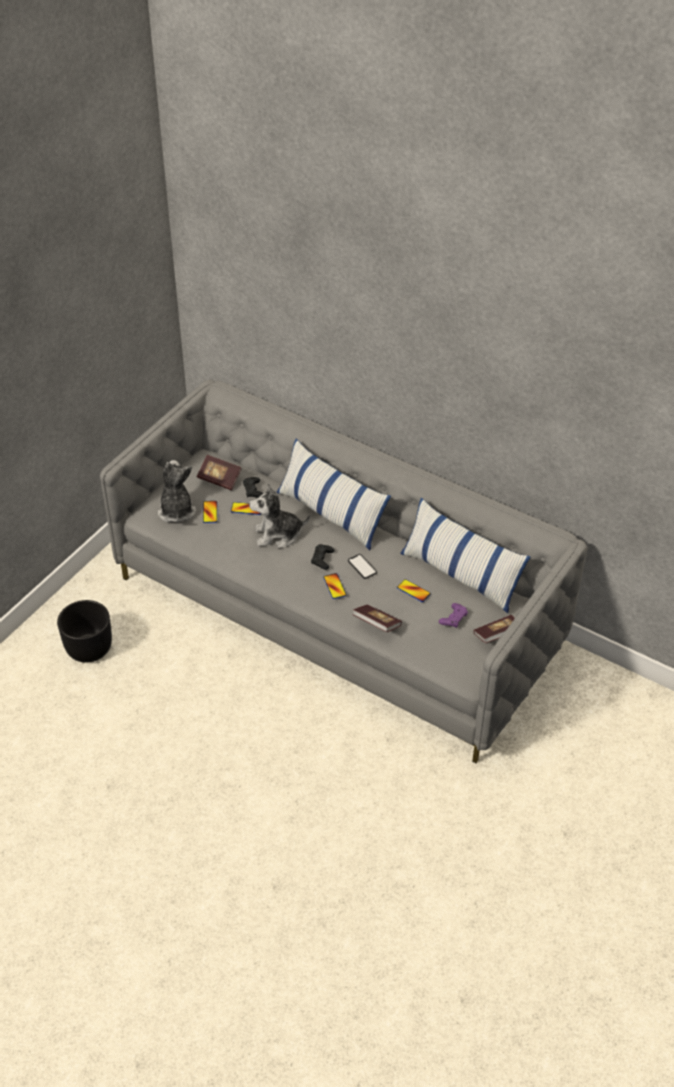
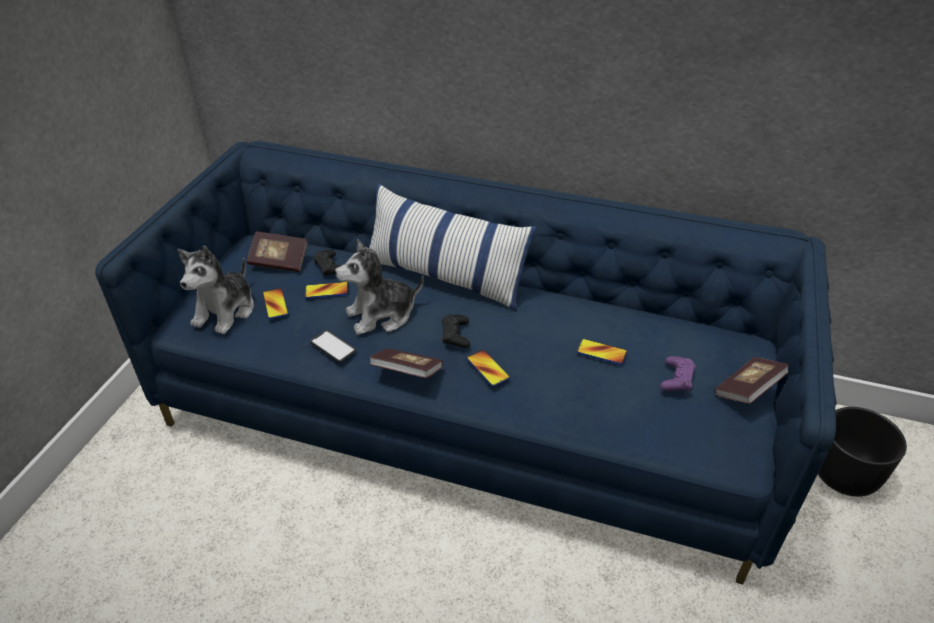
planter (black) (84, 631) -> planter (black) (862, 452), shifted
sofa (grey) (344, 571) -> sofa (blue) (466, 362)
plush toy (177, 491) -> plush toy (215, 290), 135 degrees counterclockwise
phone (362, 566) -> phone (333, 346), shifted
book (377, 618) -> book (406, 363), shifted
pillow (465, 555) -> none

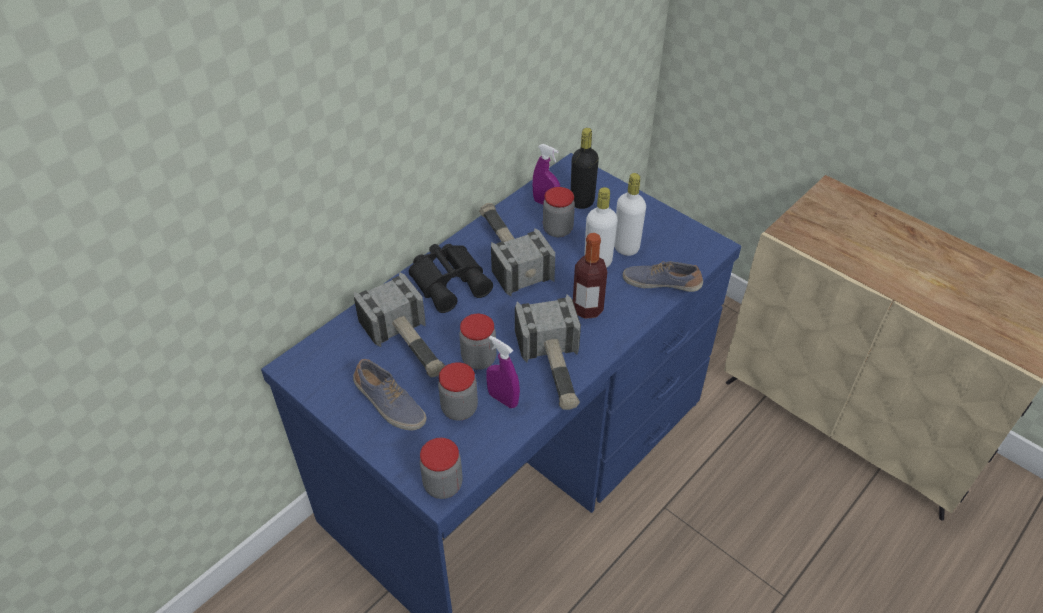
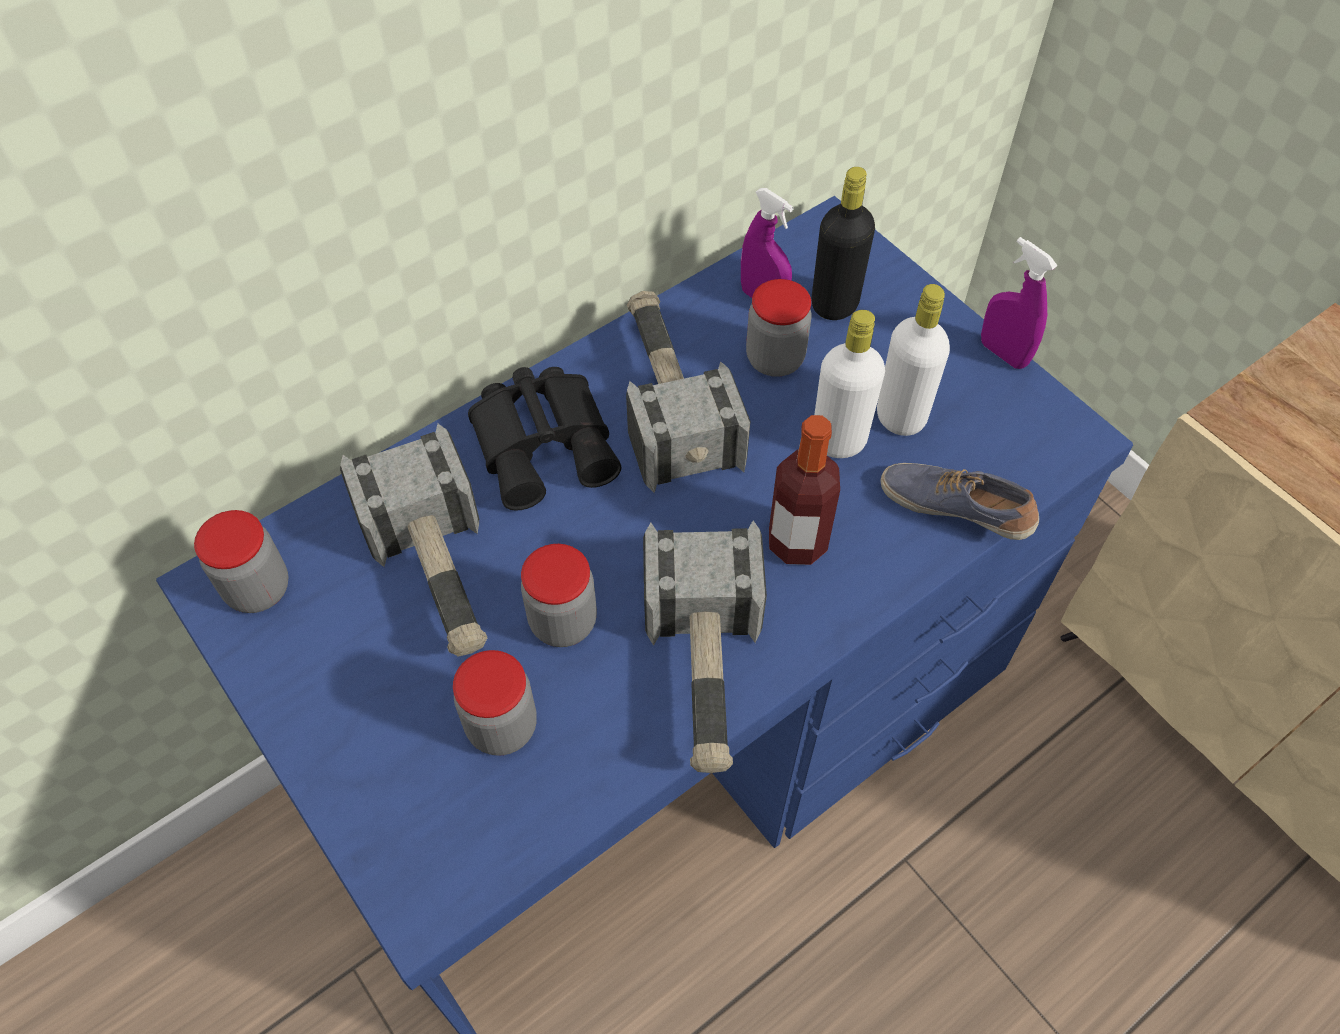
shoe (390, 394) -> none
jar (441, 468) -> jar (241, 561), shifted
spray bottle (purple) (503, 372) -> spray bottle (purple) (1019, 303), shifted

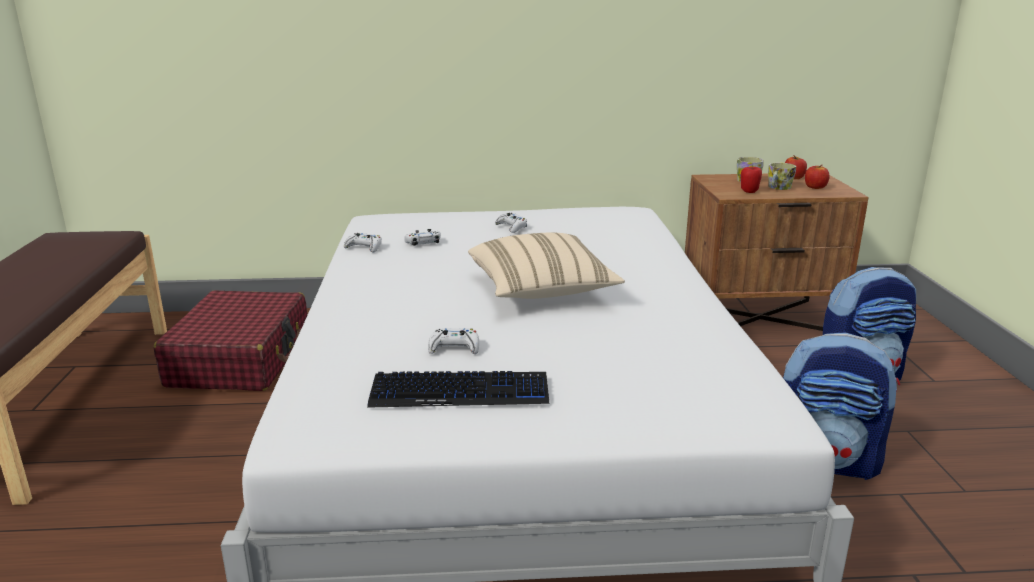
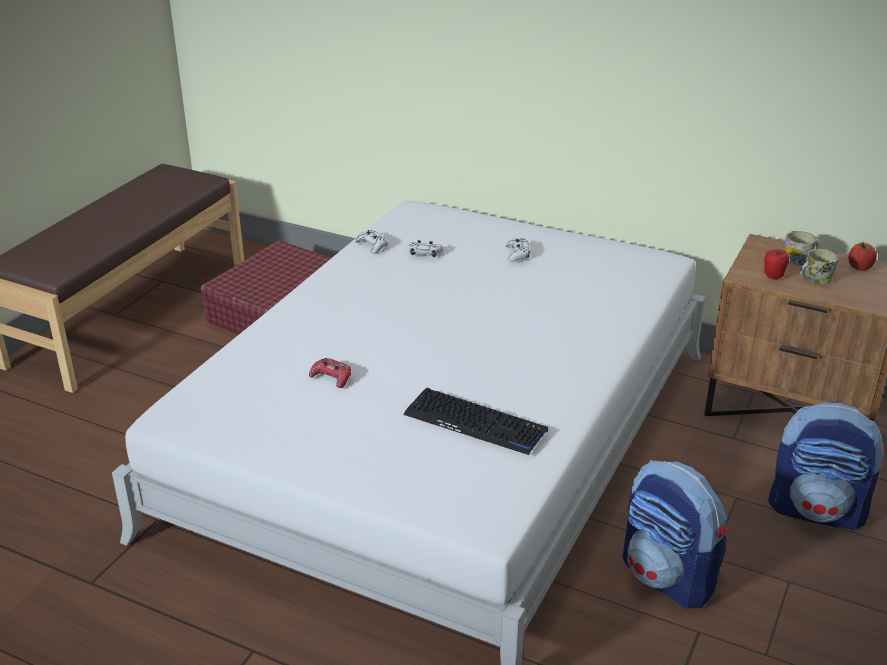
keyboard (458, 389) -> keyboard (475, 421), shifted
game controller (white) (453, 341) -> game controller (red) (330, 373)
pillow (beige) (546, 265) -> none
apple (817, 176) -> none

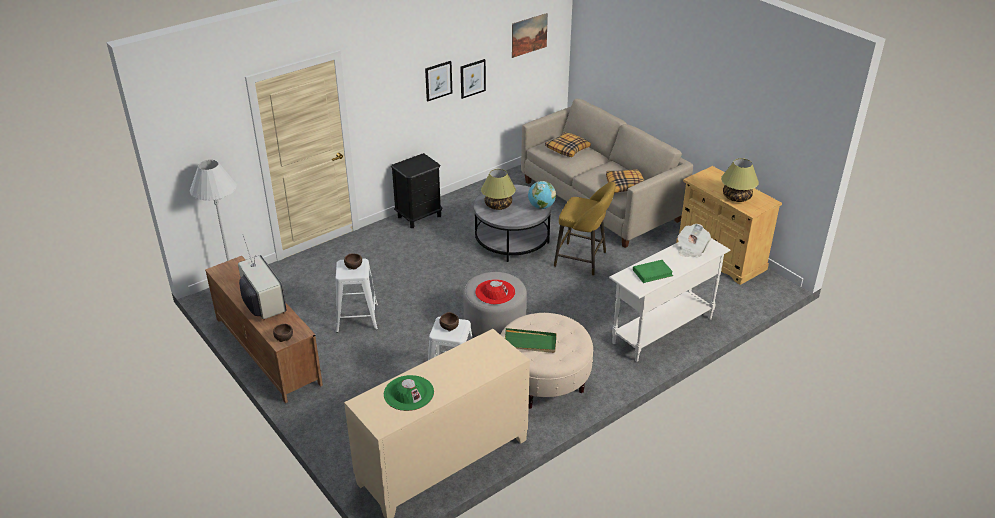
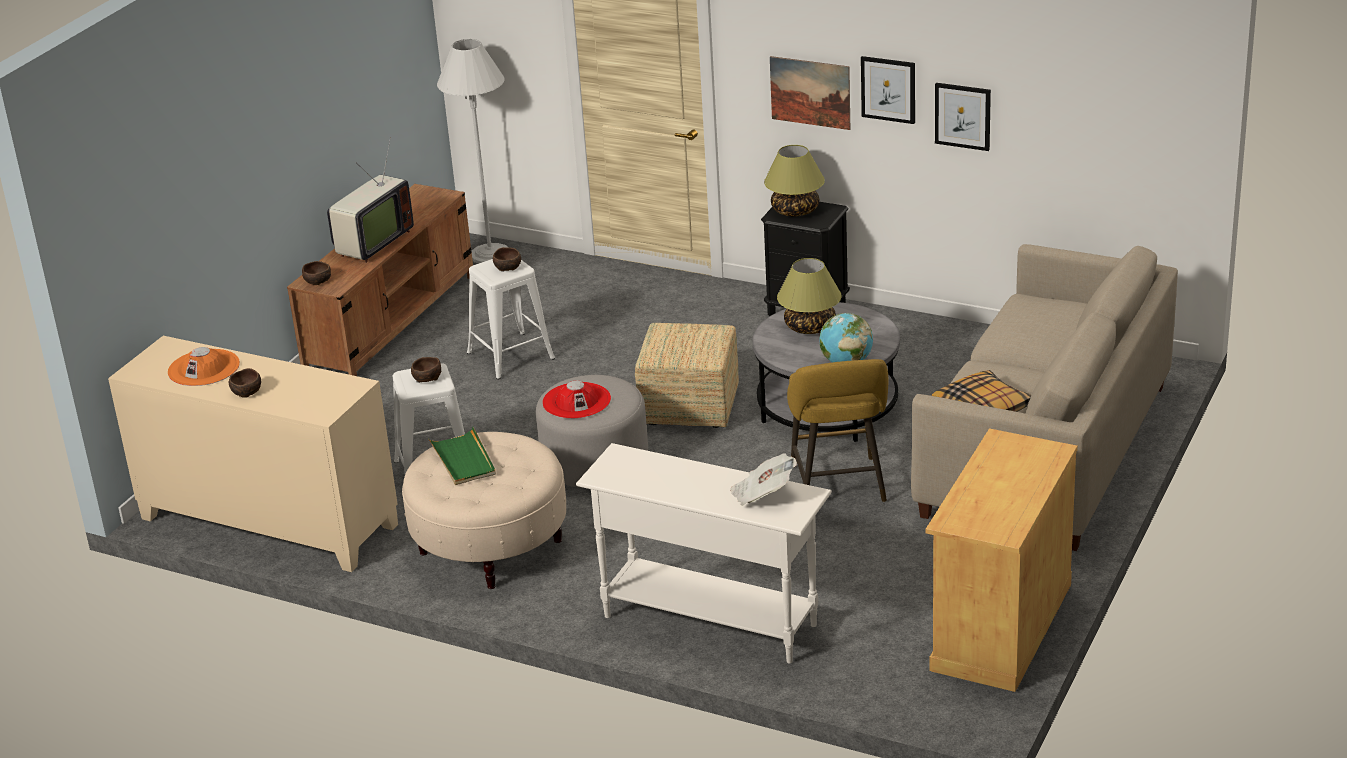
hat (green) (409, 393) -> hat (orange) (204, 366)
picture (530, 35) -> picture (810, 93), shifted
pillow (568, 144) -> none
book (green) (653, 271) -> none
table lamp (740, 180) -> table lamp (794, 180), shifted
none -> bowl (brown) (245, 383)
none -> ottoman (687, 375)

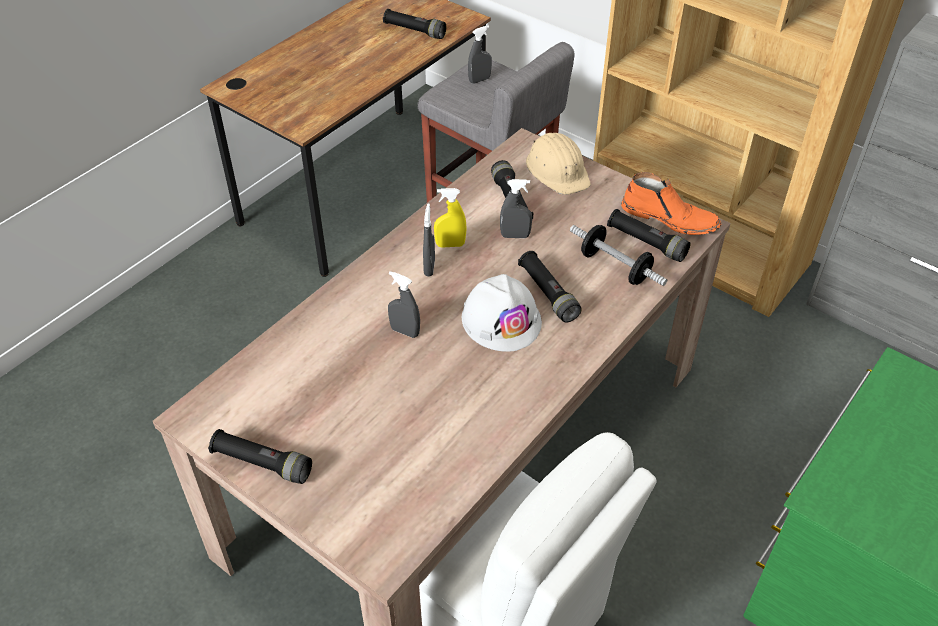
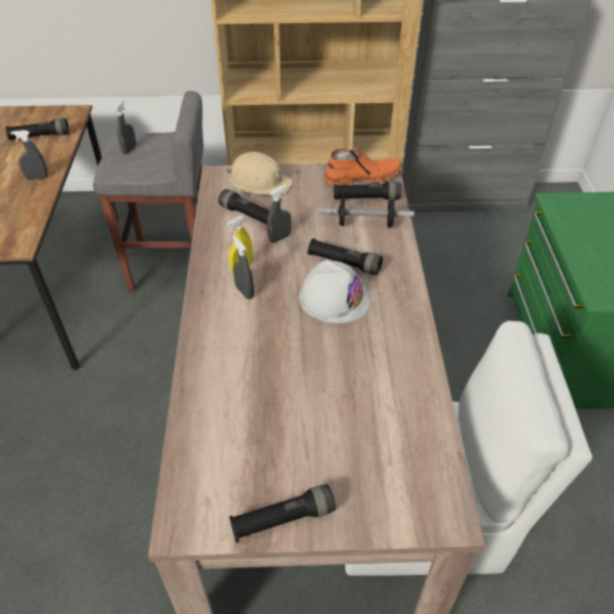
spray bottle (grey) (404, 304) -> spray bottle (grey) (29, 155), shifted

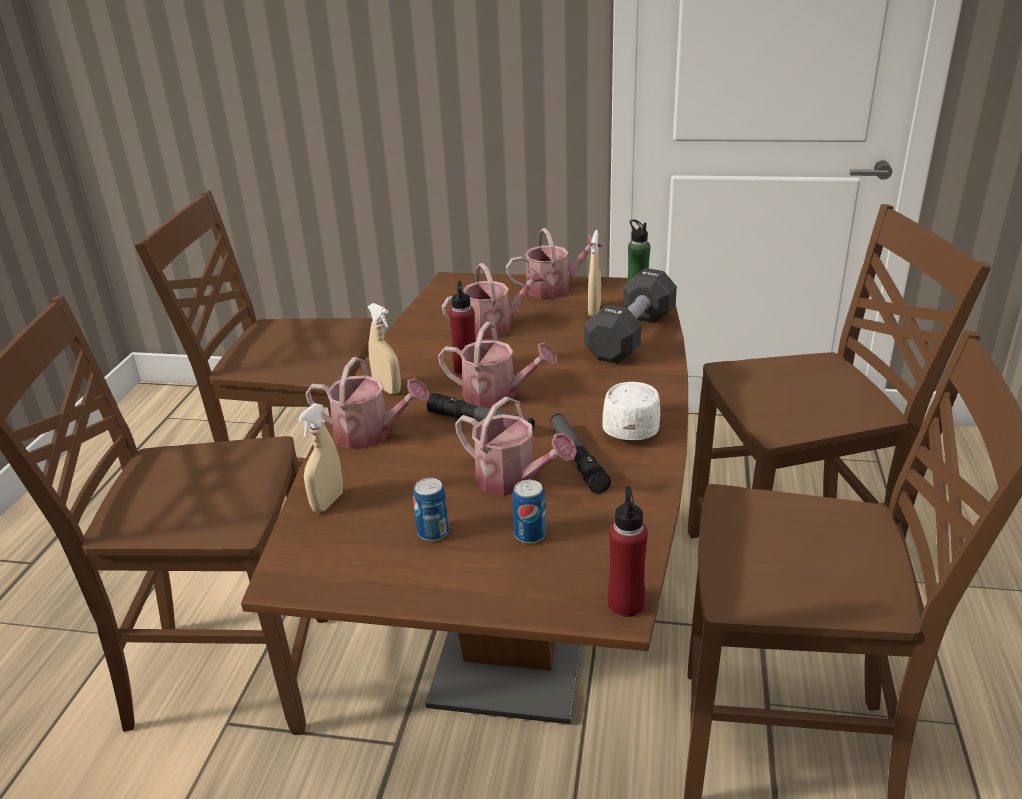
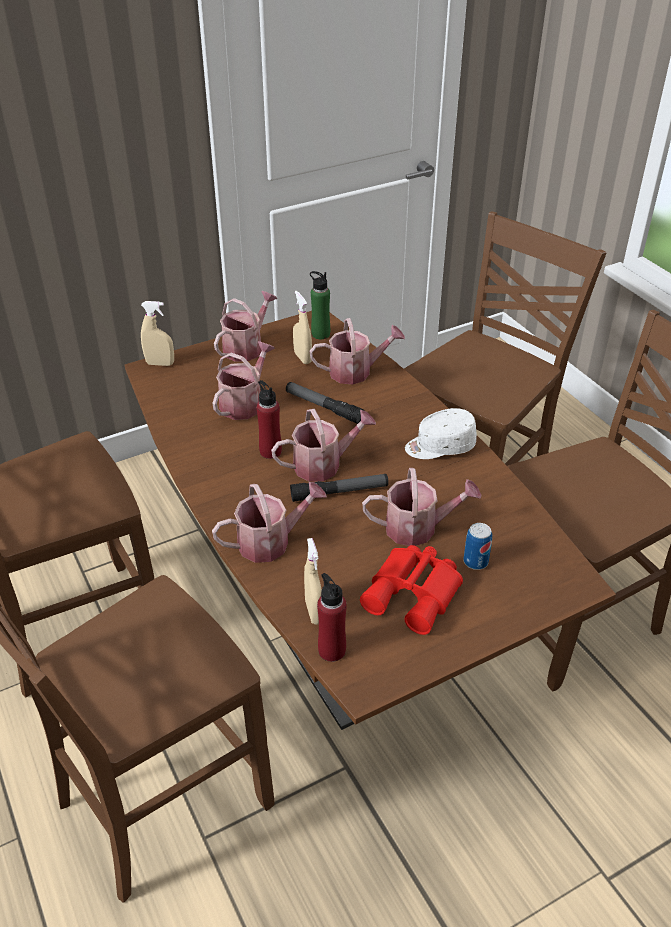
spray bottle (beige) (384, 348) -> spray bottle (beige) (157, 333), shifted
can (431, 509) -> binoculars (red) (411, 590)
flashlight (580, 454) -> flashlight (325, 403), shifted
dumbbell (black) (630, 316) -> watering can (357, 351)
cap (white) (631, 411) -> cap (white) (441, 433), 75 degrees counterclockwise
bottle (red) (628, 551) -> bottle (red) (332, 617), shifted

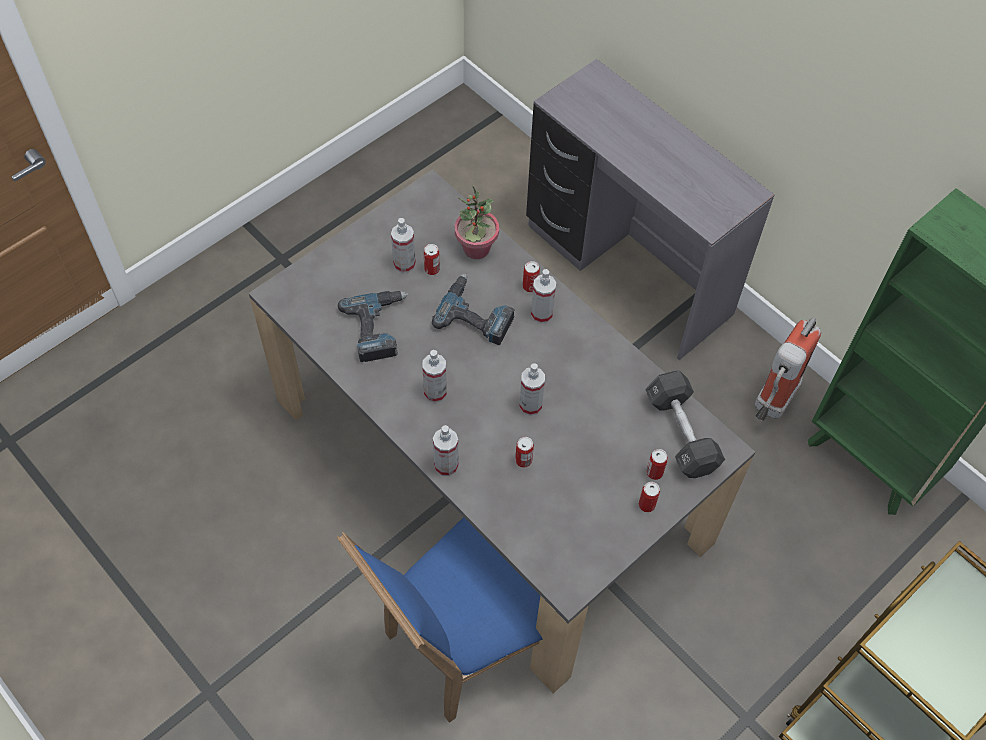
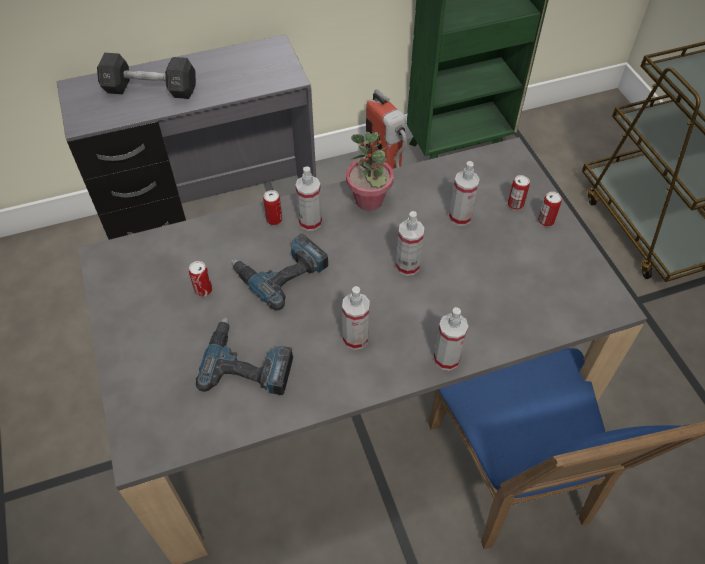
spray bottle (403, 245) -> spray bottle (464, 193), shifted
potted plant (477, 222) -> potted plant (370, 171), shifted
can (524, 452) -> none
dumbbell (black) (685, 424) -> dumbbell (black) (146, 76), shifted

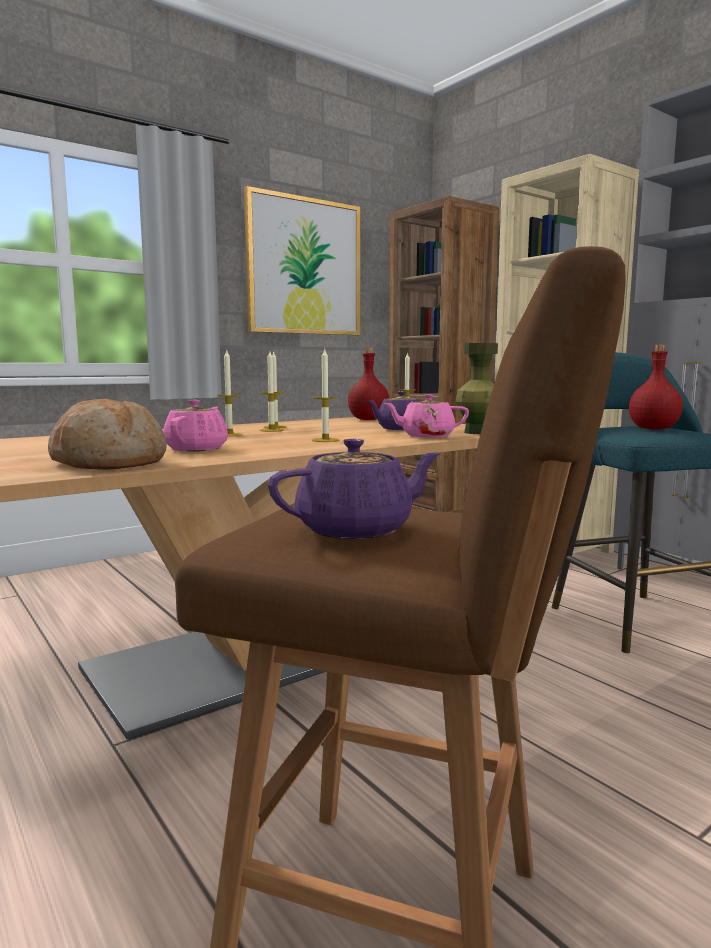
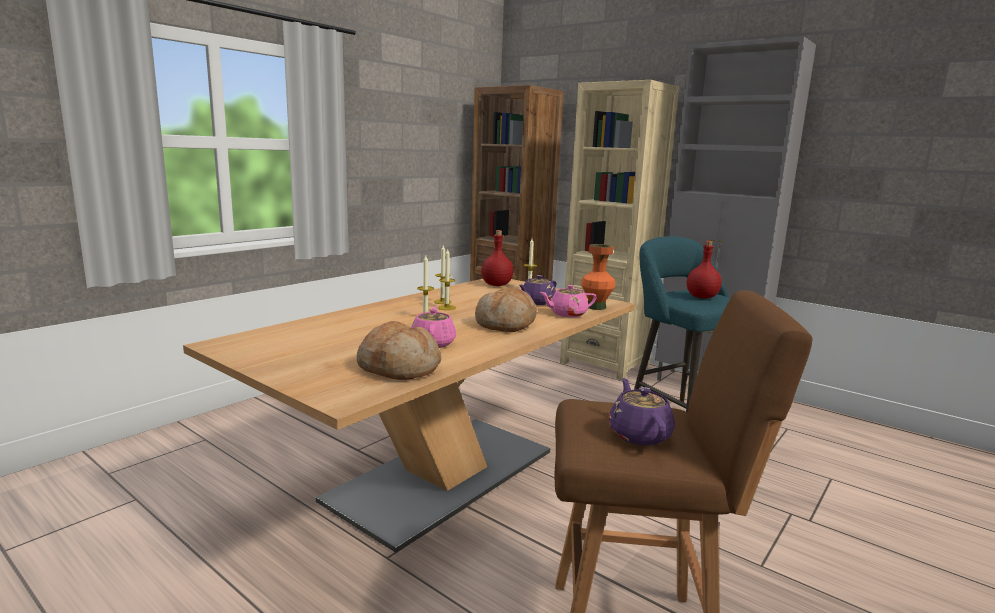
picture (302, 260) -> none
teapot (purple) (354, 489) -> teapot (purple) (642, 412), 60 degrees counterclockwise
candle (325, 395) -> bread (506, 310)
vase (green) (476, 388) -> vase (orange) (598, 277)

